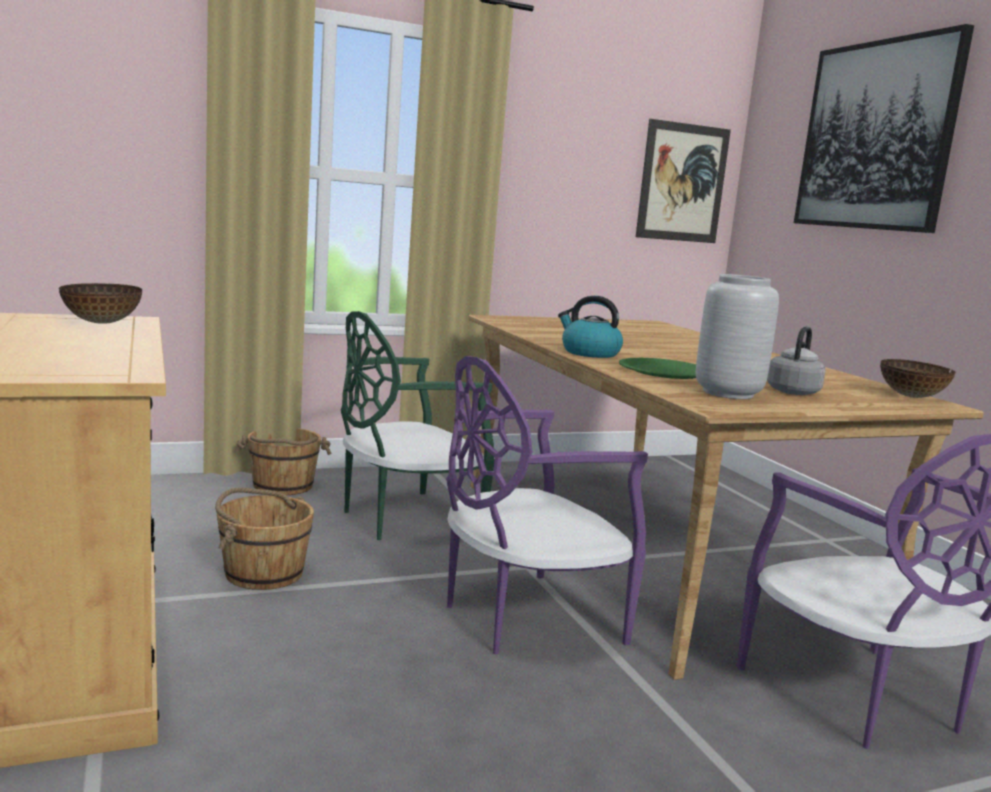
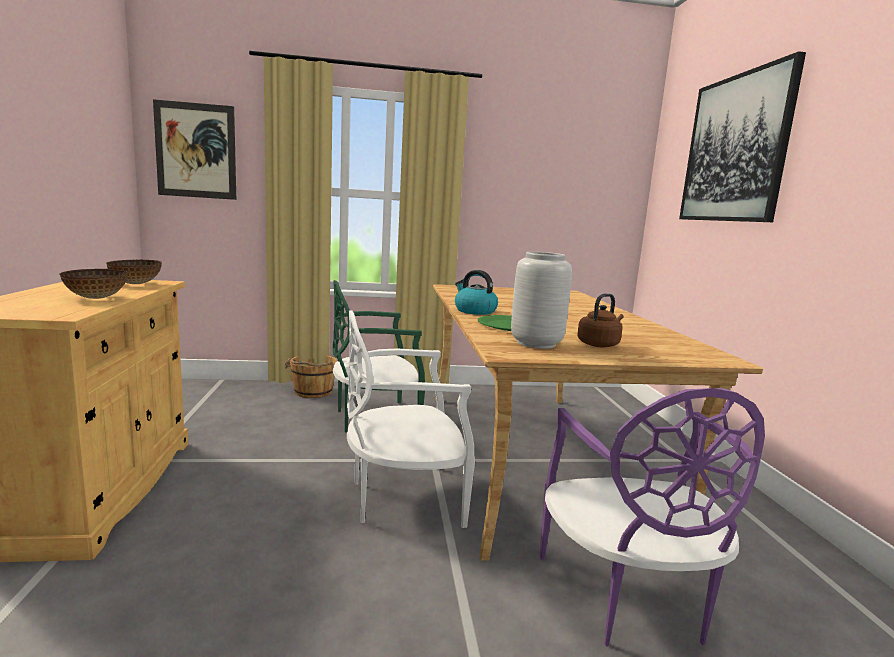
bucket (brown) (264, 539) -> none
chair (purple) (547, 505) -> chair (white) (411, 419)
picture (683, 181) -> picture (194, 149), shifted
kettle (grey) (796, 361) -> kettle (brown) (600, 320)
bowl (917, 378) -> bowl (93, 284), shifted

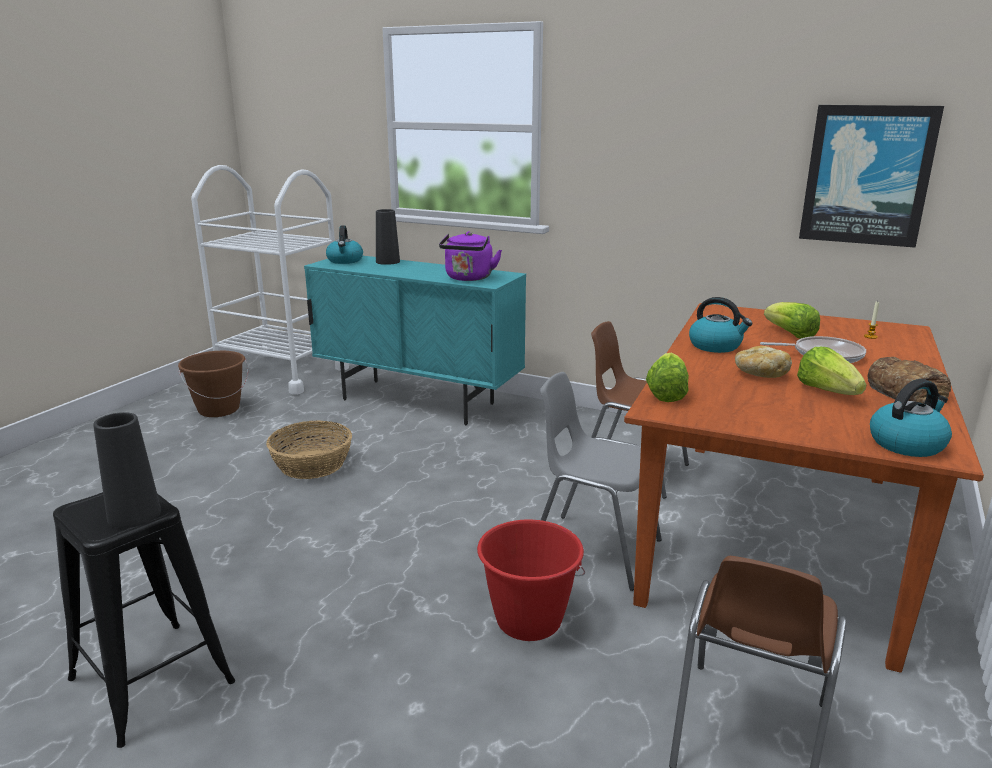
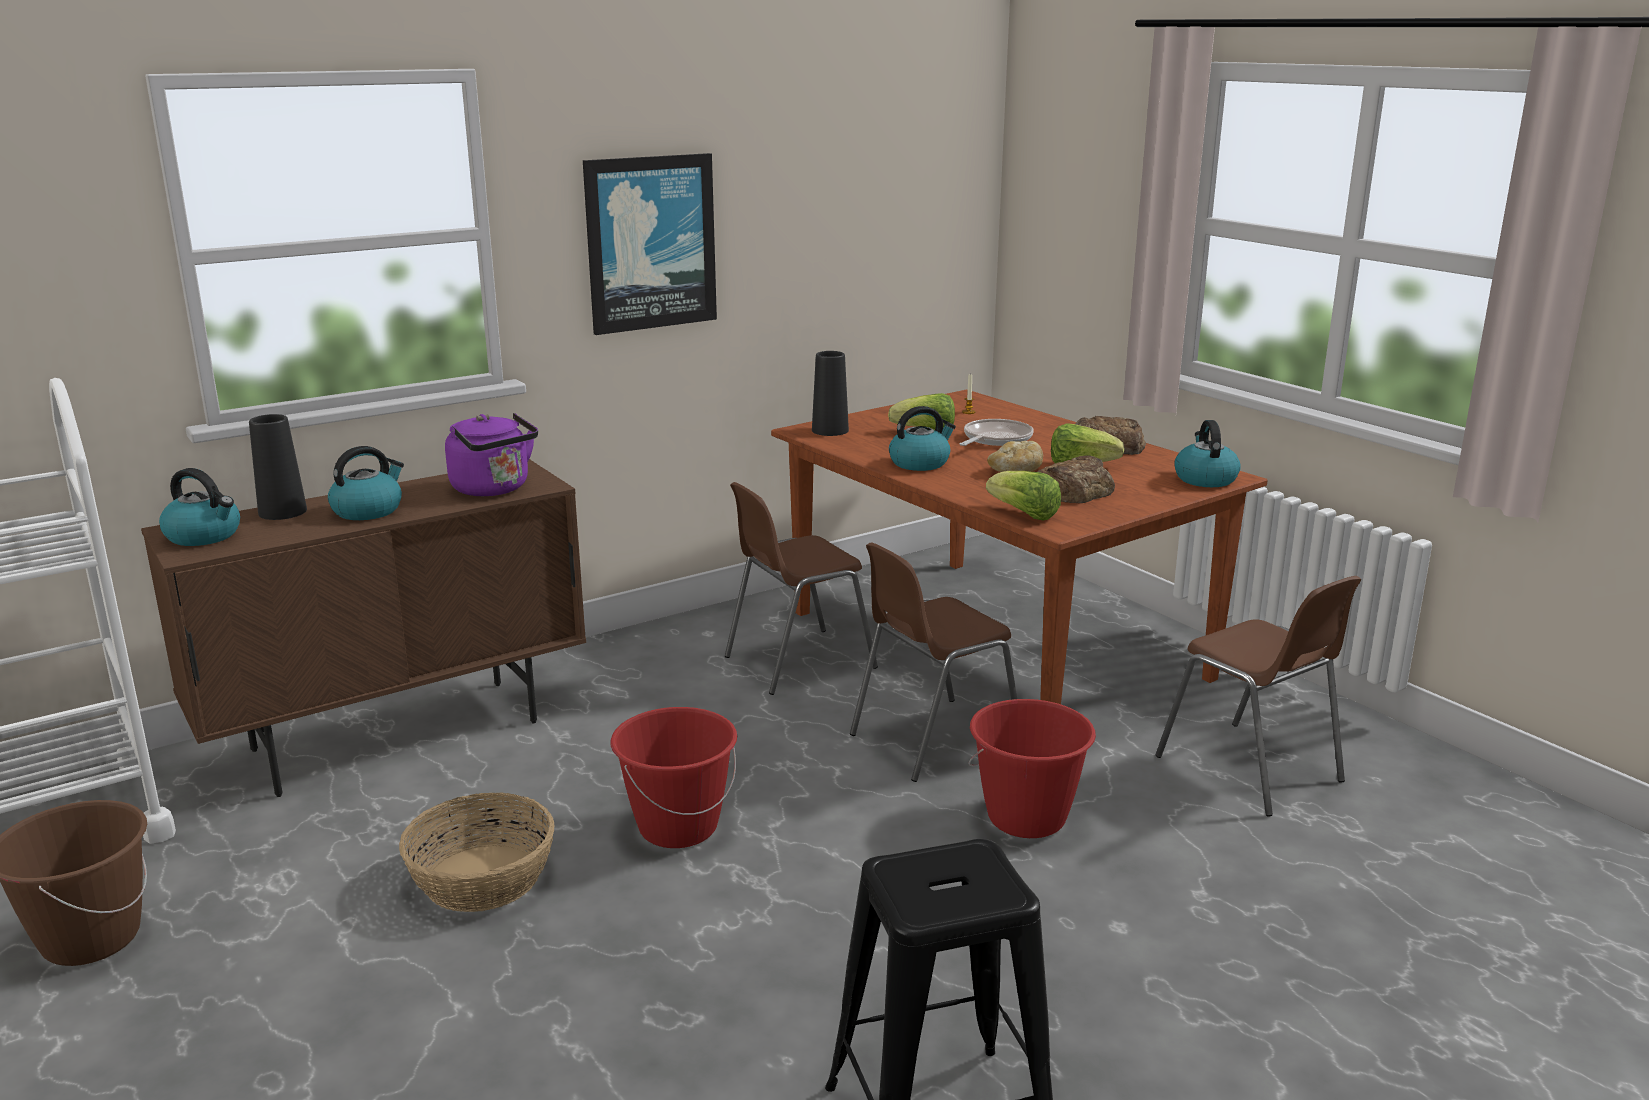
vase (black) (127, 470) -> vase (black) (830, 393), shifted
cabinet (turquoise) (415, 341) -> cabinet (brown) (363, 628)
chair (grey) (601, 481) -> chair (brown) (933, 662)
picture (871, 176) -> picture (650, 244), shifted
none -> kettle (366, 483)
none -> bucket (red) (674, 777)
none -> bread (1076, 479)

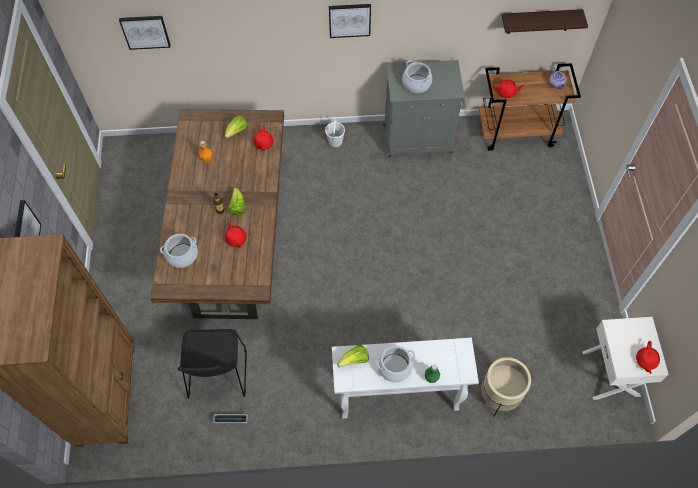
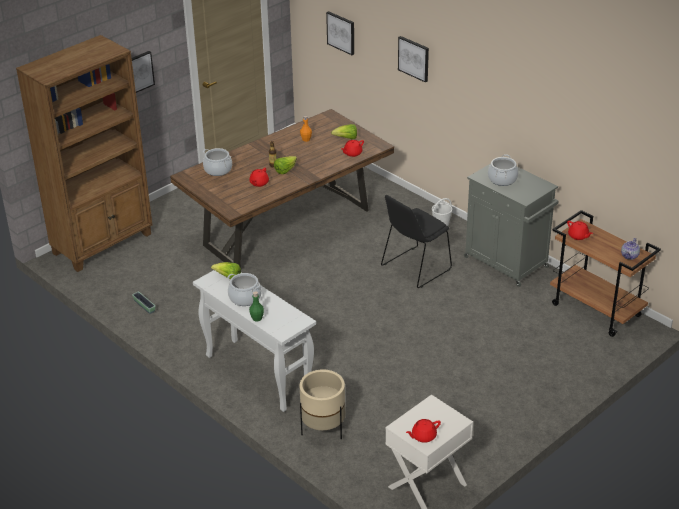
chair (black) (212, 364) -> chair (black) (416, 241), shifted
picture (350, 21) -> picture (413, 59), shifted
shelf (544, 21) -> none

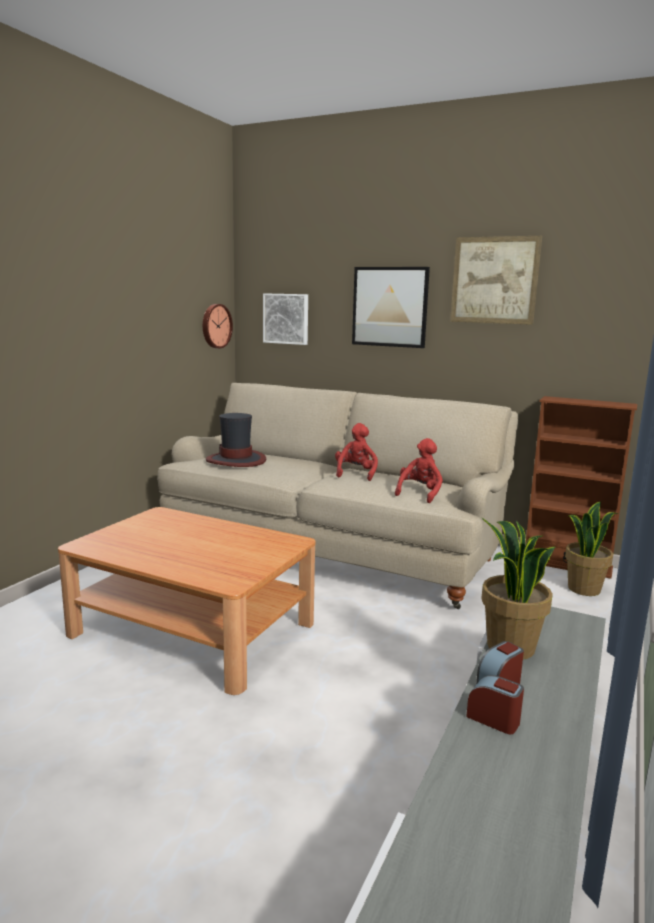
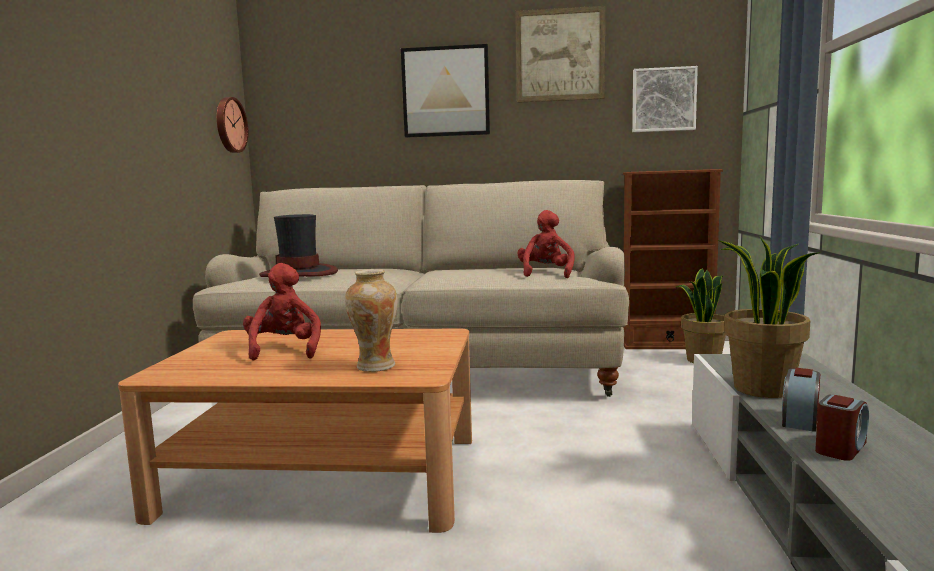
picture (285, 319) -> picture (665, 99), shifted
plush toy (red) (356, 452) -> plush toy (red) (282, 312), shifted
alarm clock (495, 704) -> alarm clock (842, 427), 120 degrees clockwise
none -> vase (371, 320)

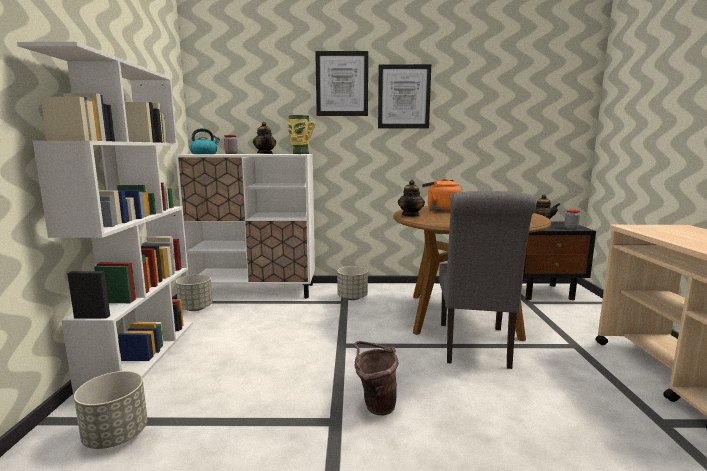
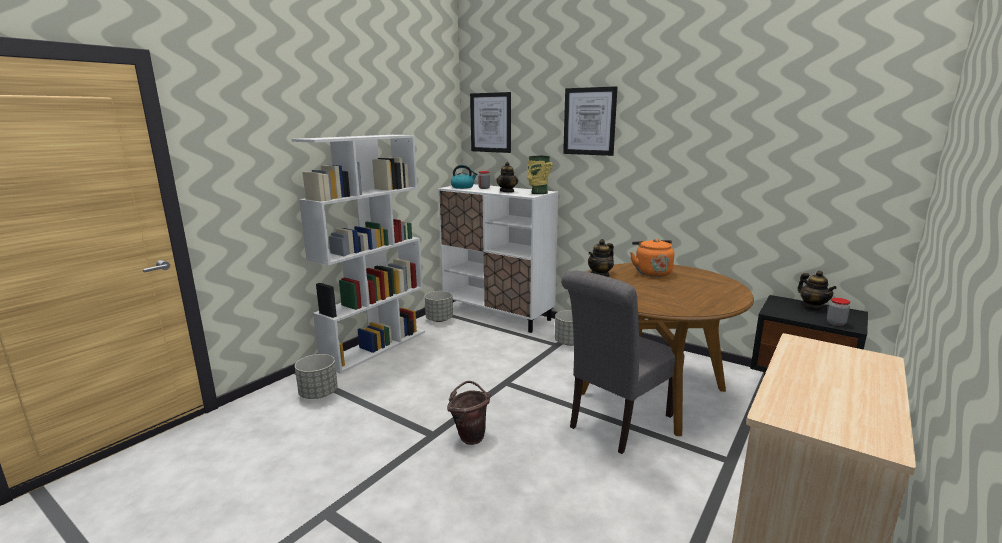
picture (404, 96) -> picture (490, 122), shifted

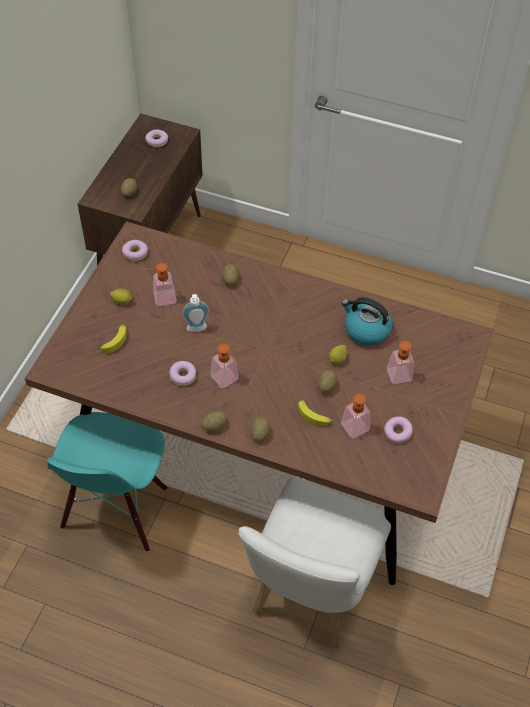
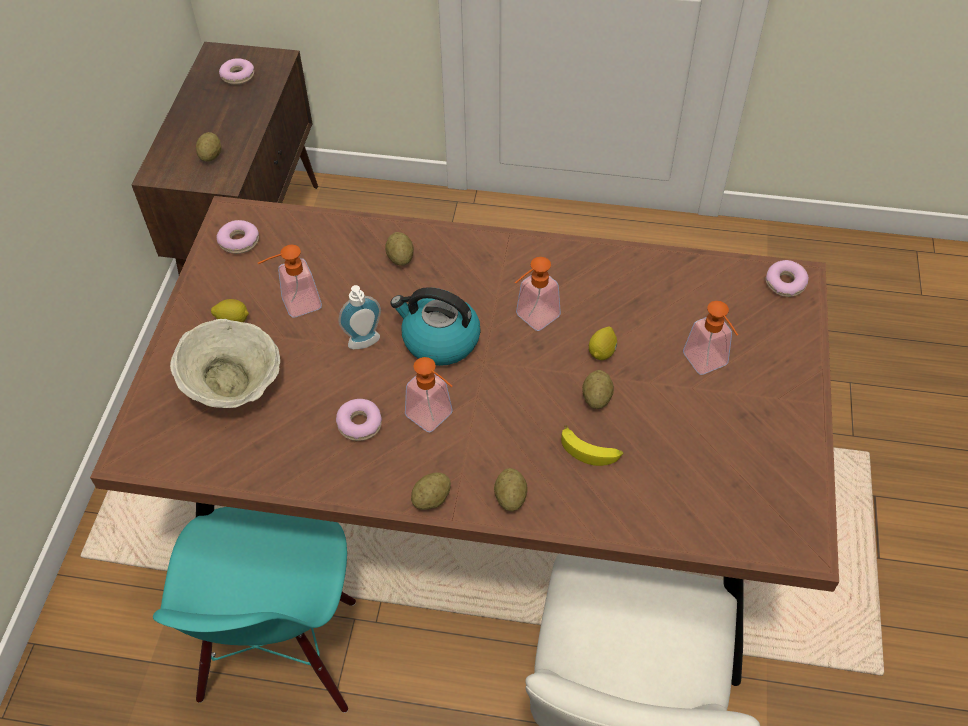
banana (112, 339) -> bowl (beige) (225, 363)
soap dispenser (355, 415) -> soap dispenser (538, 294), shifted
kettle (367, 321) -> kettle (435, 326), shifted
donut (398, 430) -> donut (787, 278), shifted

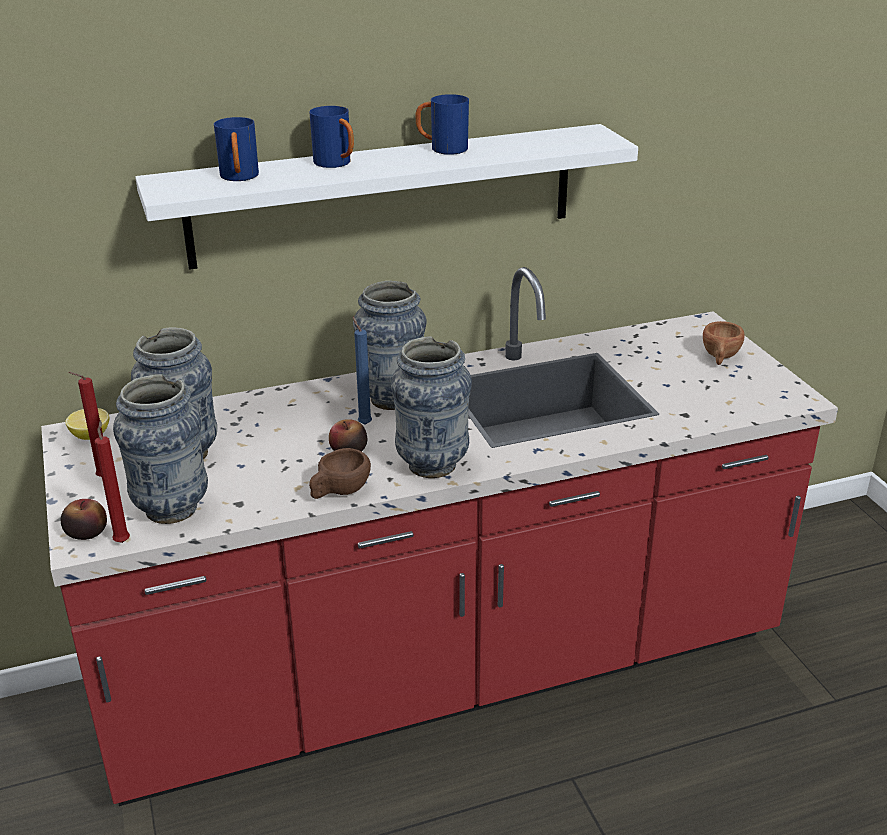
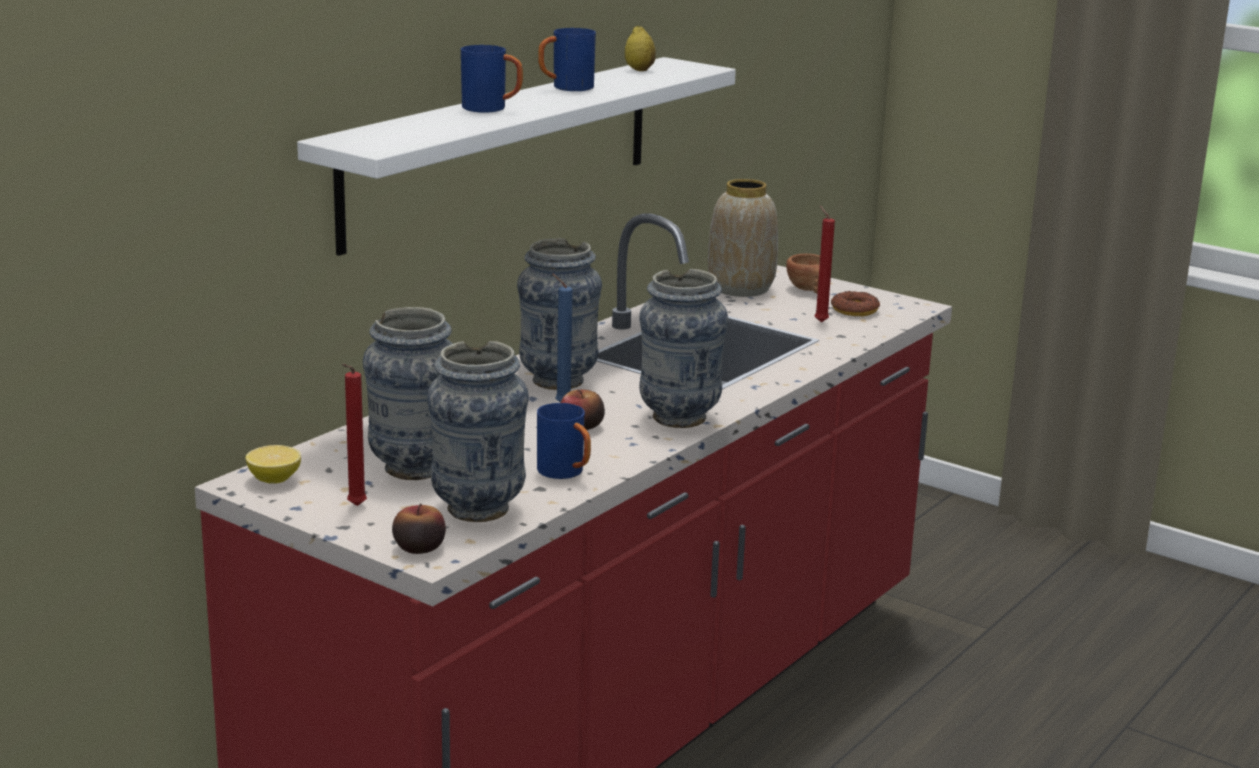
candle (red) (112, 481) -> candle (red) (825, 264), shifted
mug (blue) (236, 149) -> mug (blue) (564, 441), shifted
cup (brown) (340, 473) -> none
none -> lemon (640, 48)
none -> vase (743, 238)
none -> donut (855, 303)

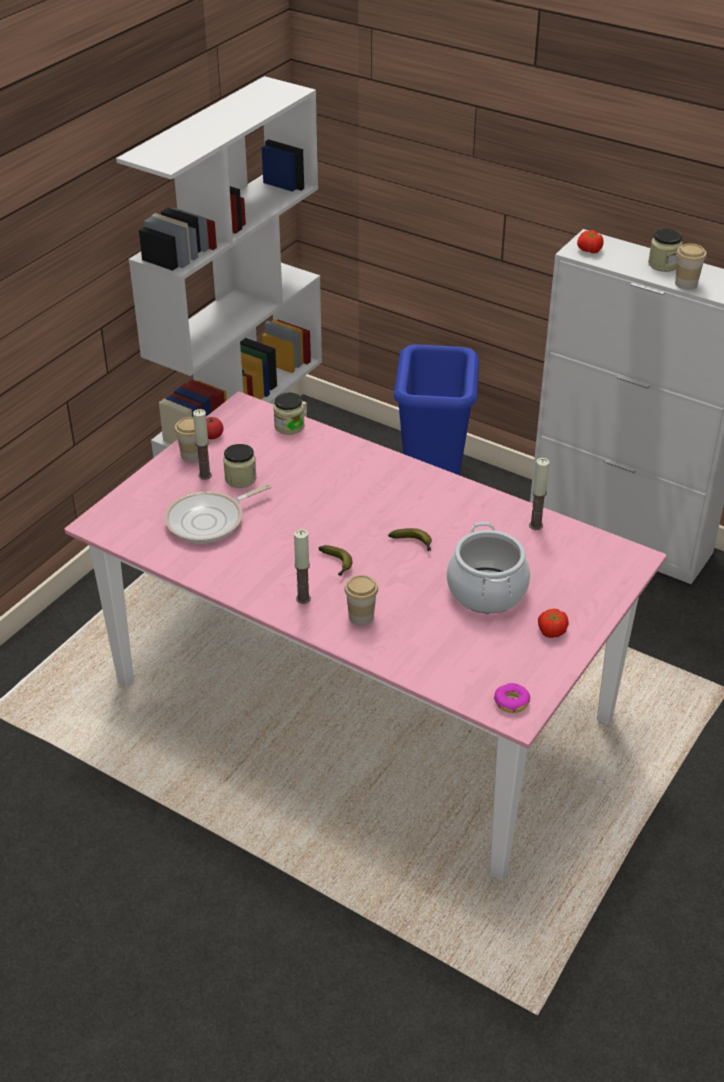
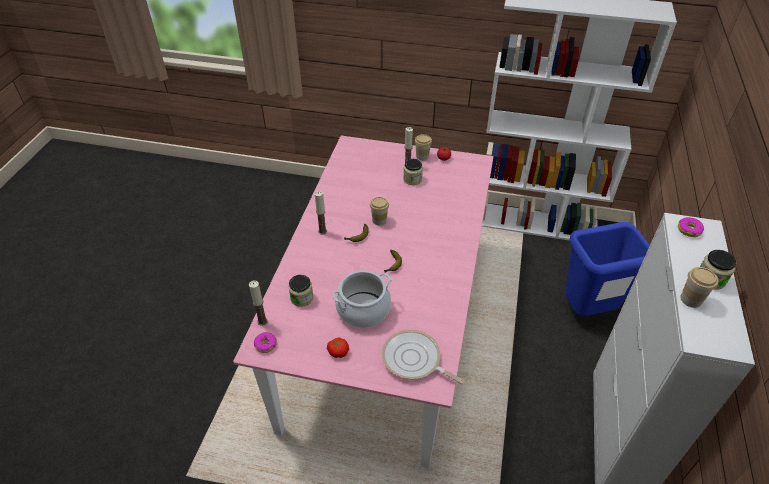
frying pan (218, 514) -> frying pan (423, 356), shifted
jar (289, 414) -> jar (301, 291), shifted
cup (361, 600) -> cup (379, 211), shifted
candle (539, 494) -> candle (258, 303), shifted
tomato (590, 241) -> donut (691, 227)

